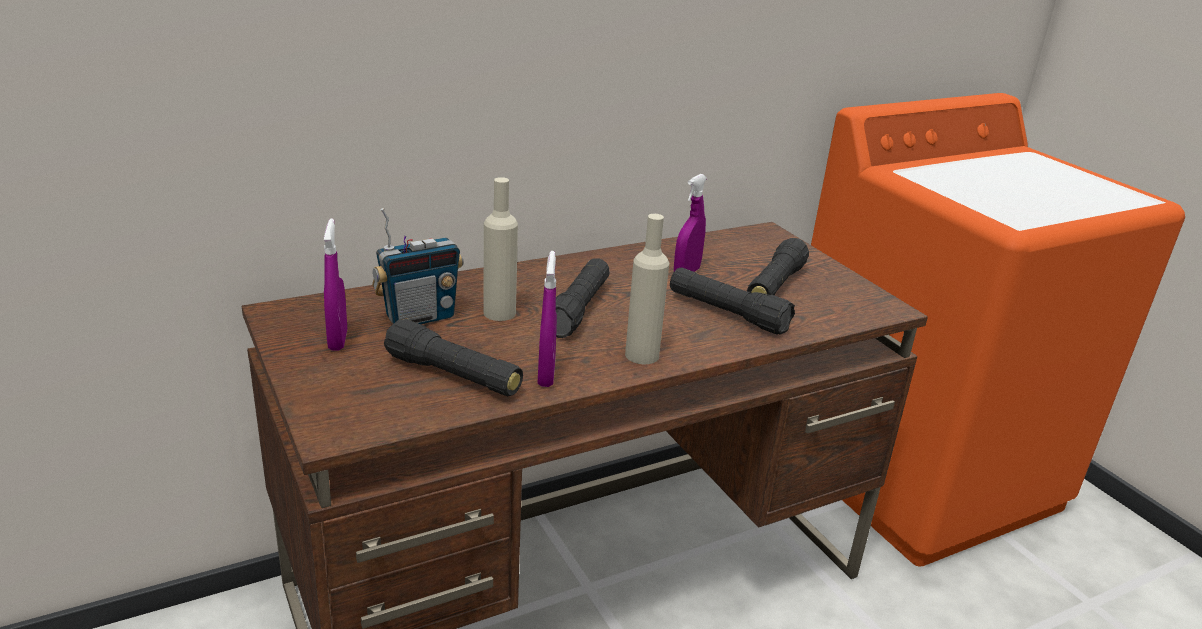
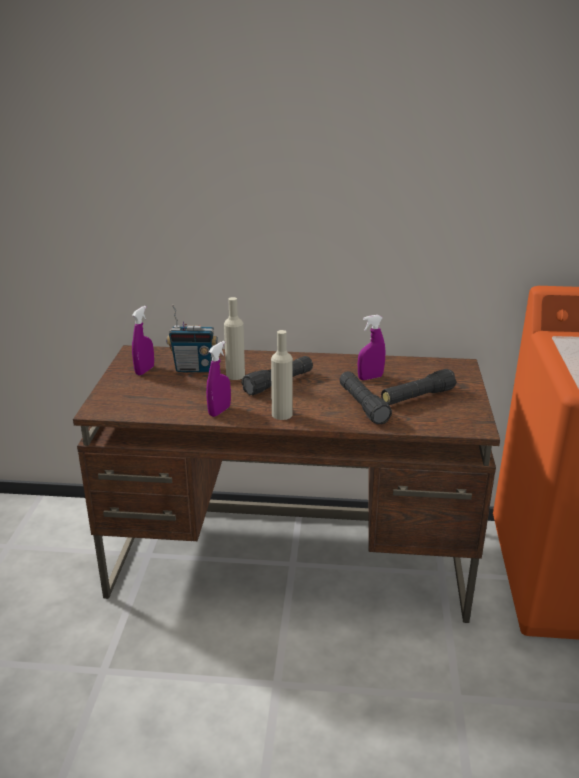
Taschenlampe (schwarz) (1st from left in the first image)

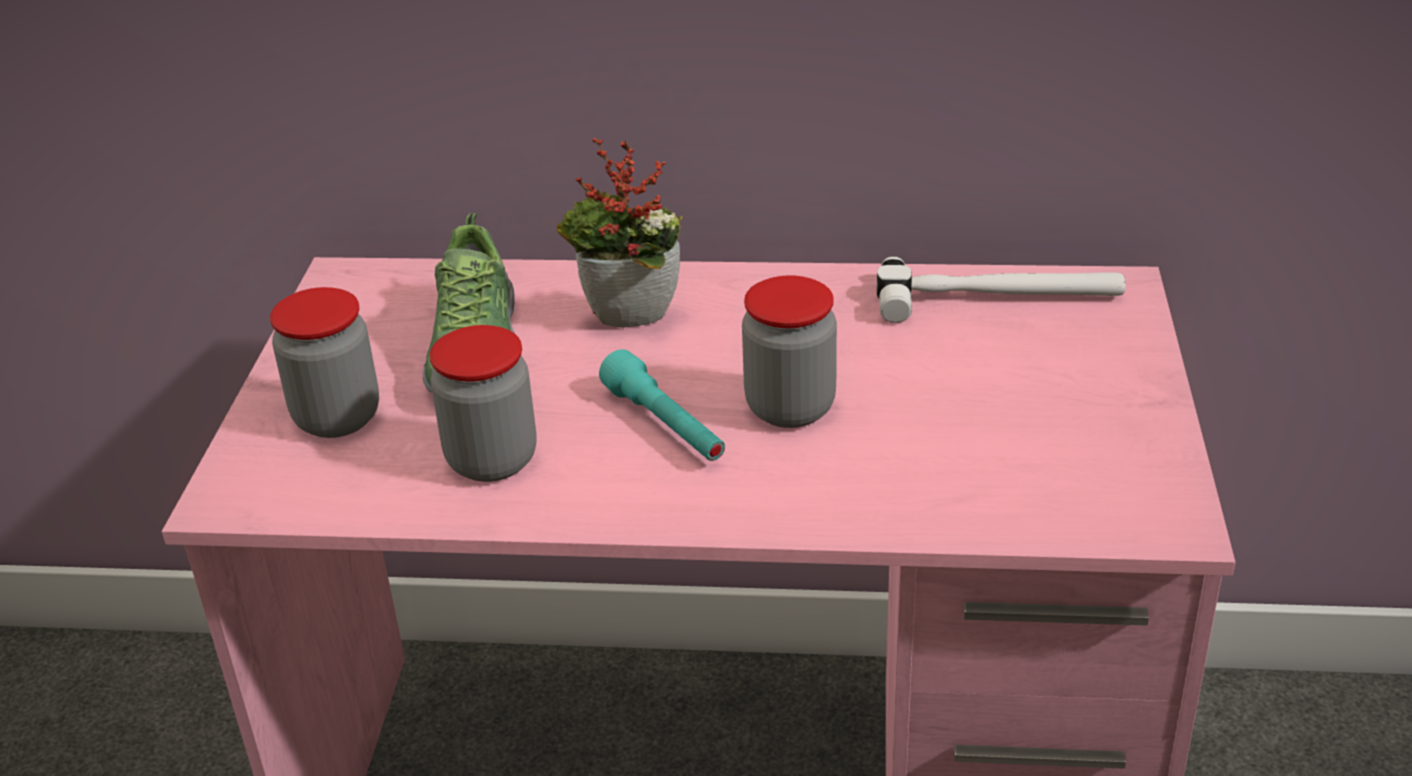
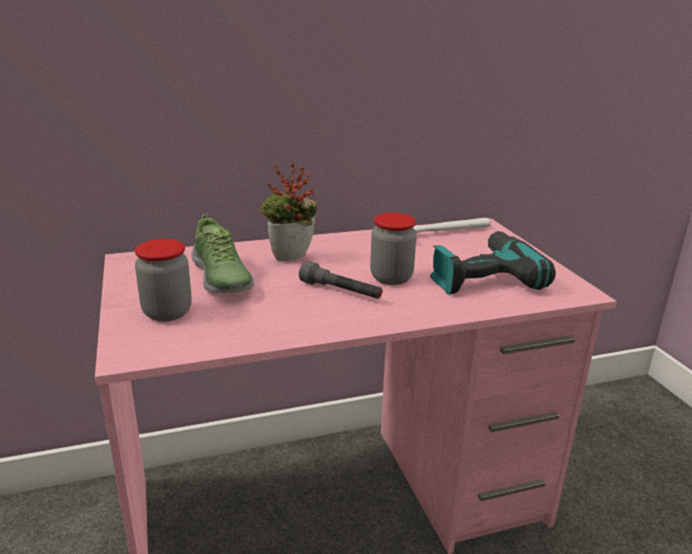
Taschenlampe (grau)
Bohrmaschine
Vorratsglas (2nd from left in the first image)

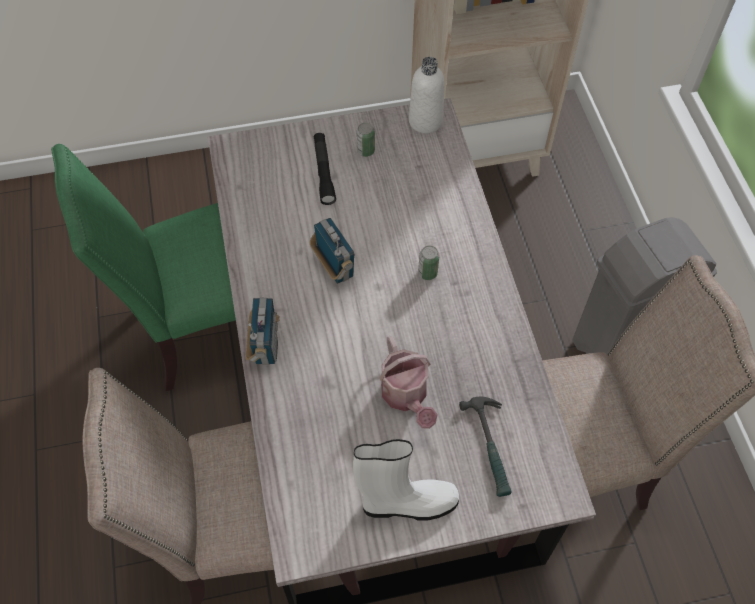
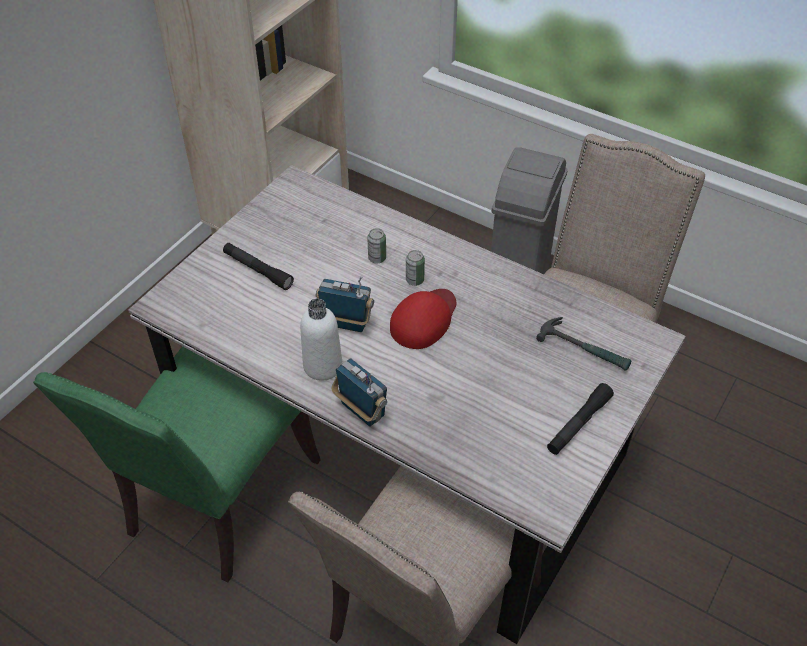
Flasche (weiß)
Dose (1st from left)
Kappe (rot)
Taschenlampe (schwarz) (2nd from left)
Gießkanne

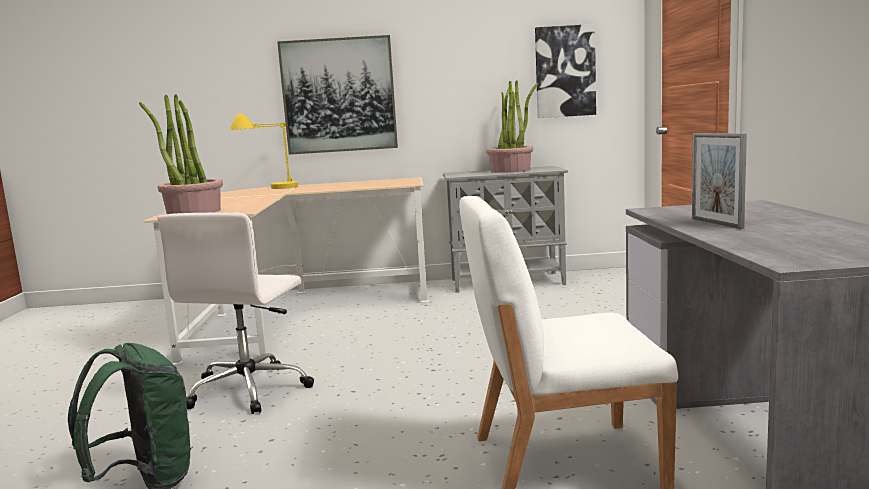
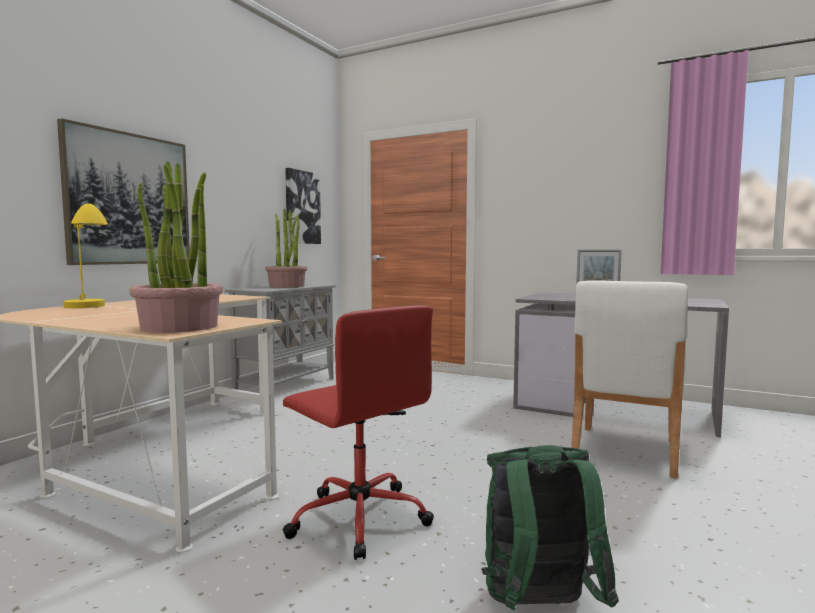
Bürostuhl (rot)

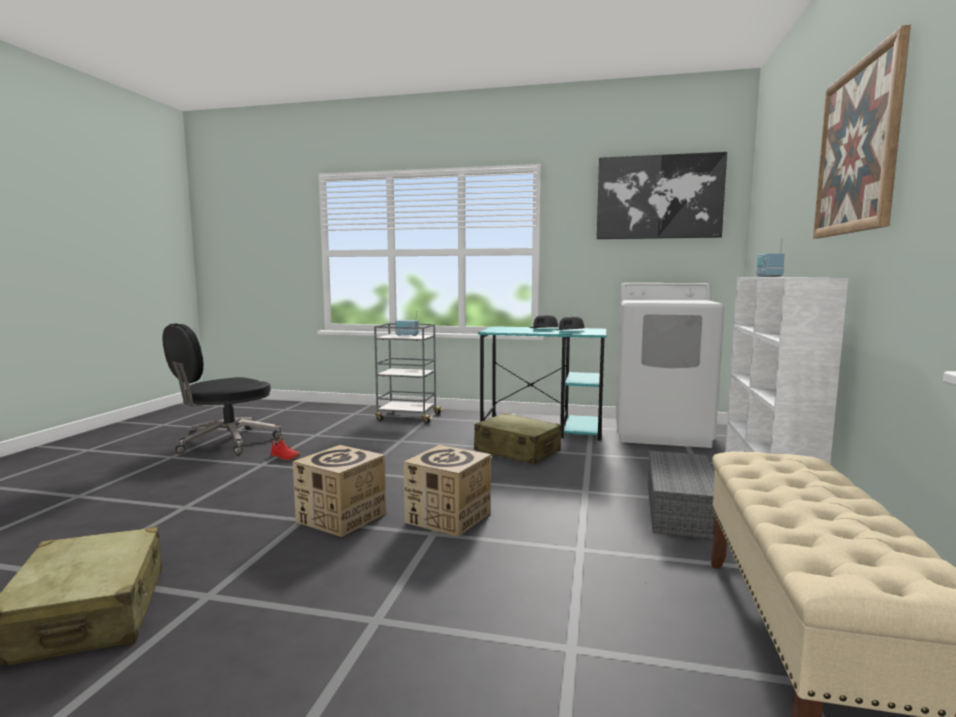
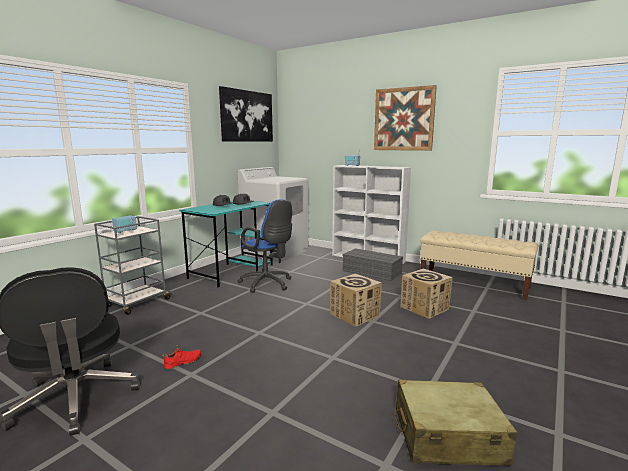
Bürostuhl (blau)
Karton (2nd from left)

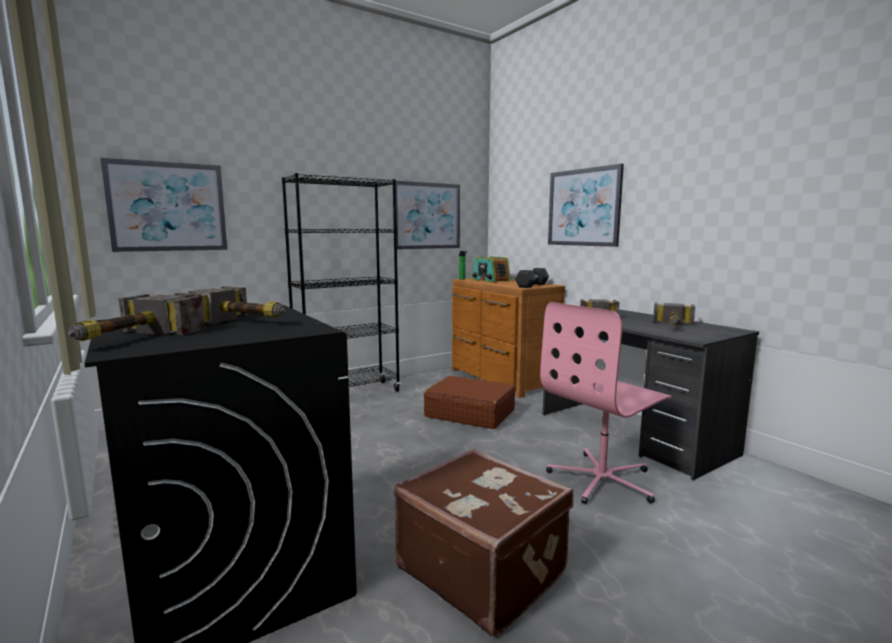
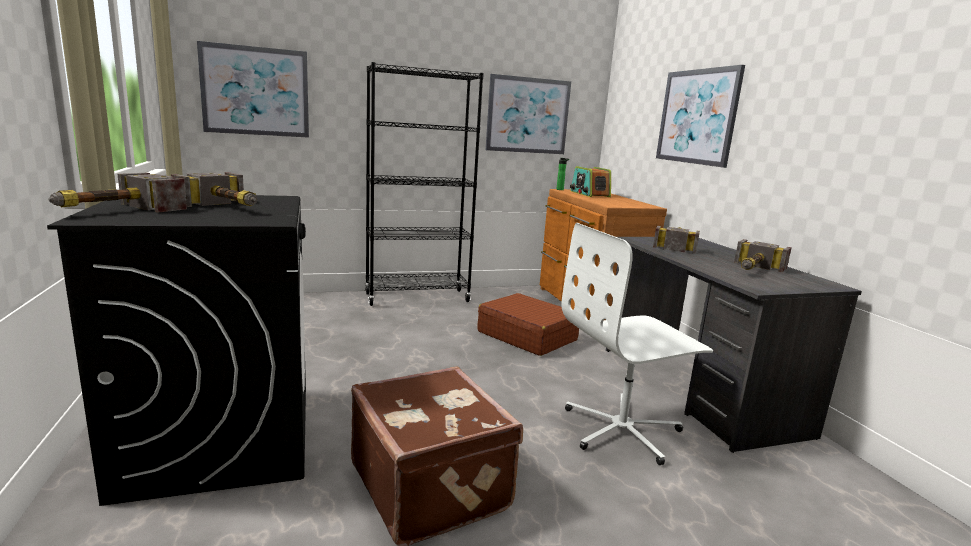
Bürostuhl (weiß)
Hantel (schwarz)

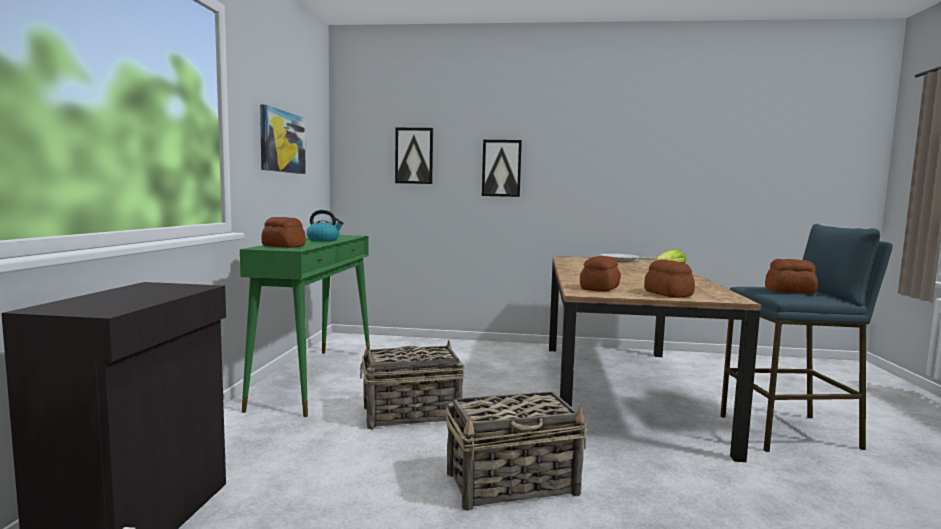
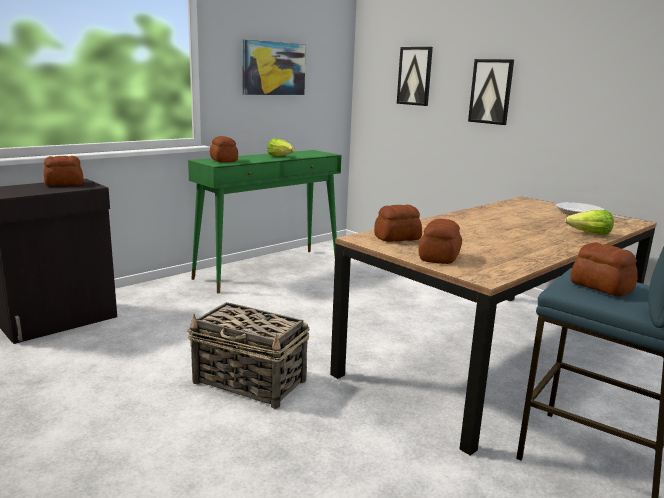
Brot (1st from left)
Salatkopf (1st from left)
Korb (1st from left in the first image)

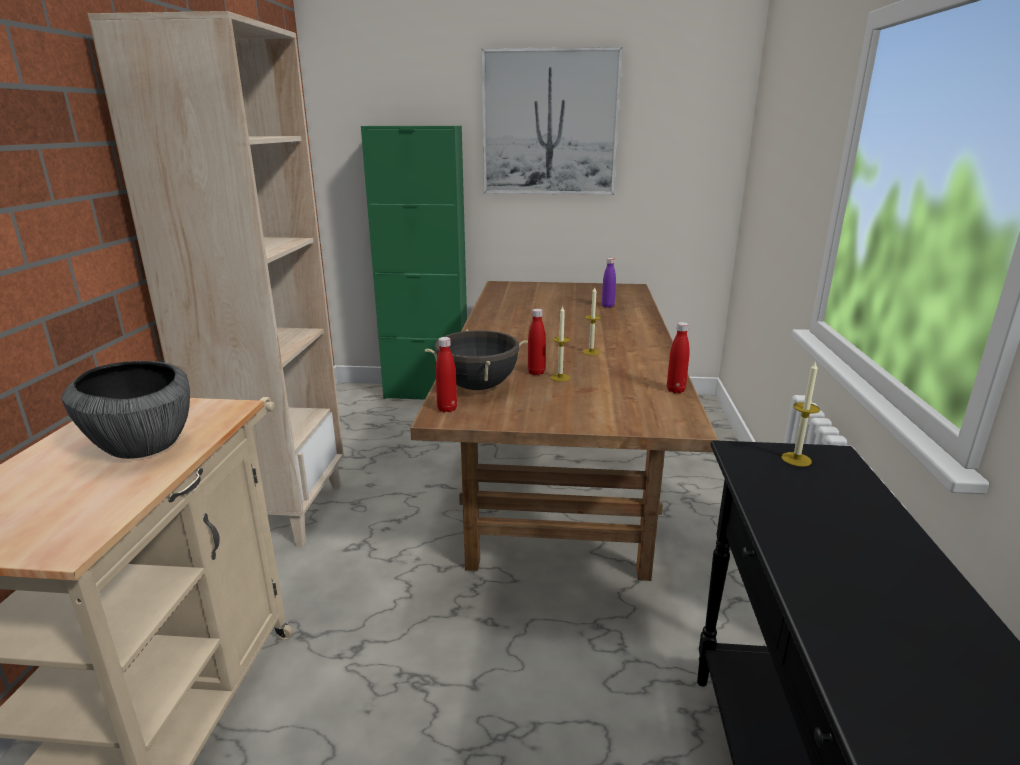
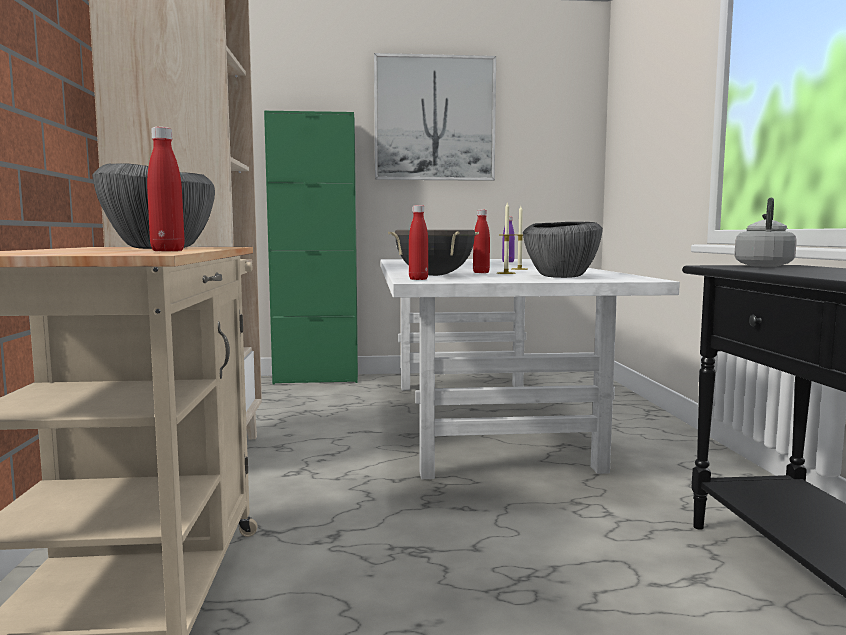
Flasche (rot) (1st from left)
Esstisch (weiß)
Schüssel (2nd from left)
Wasserkessel (grau)

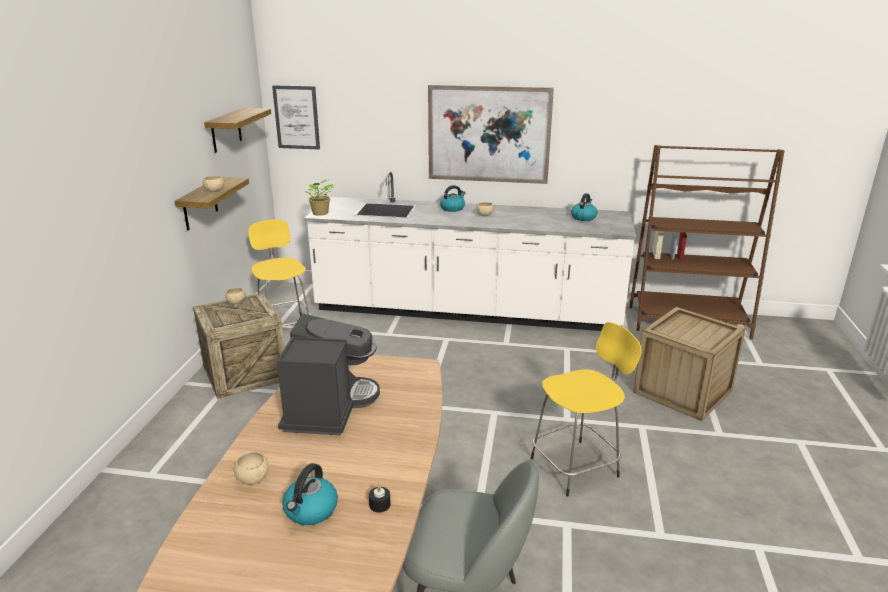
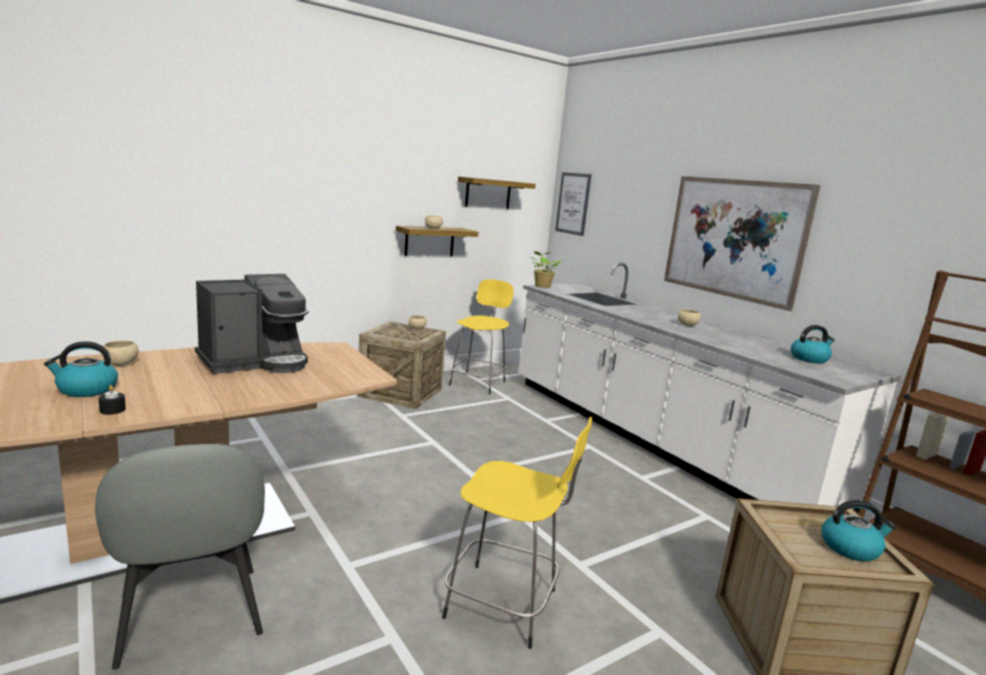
Wasserkessel (3rd from left)

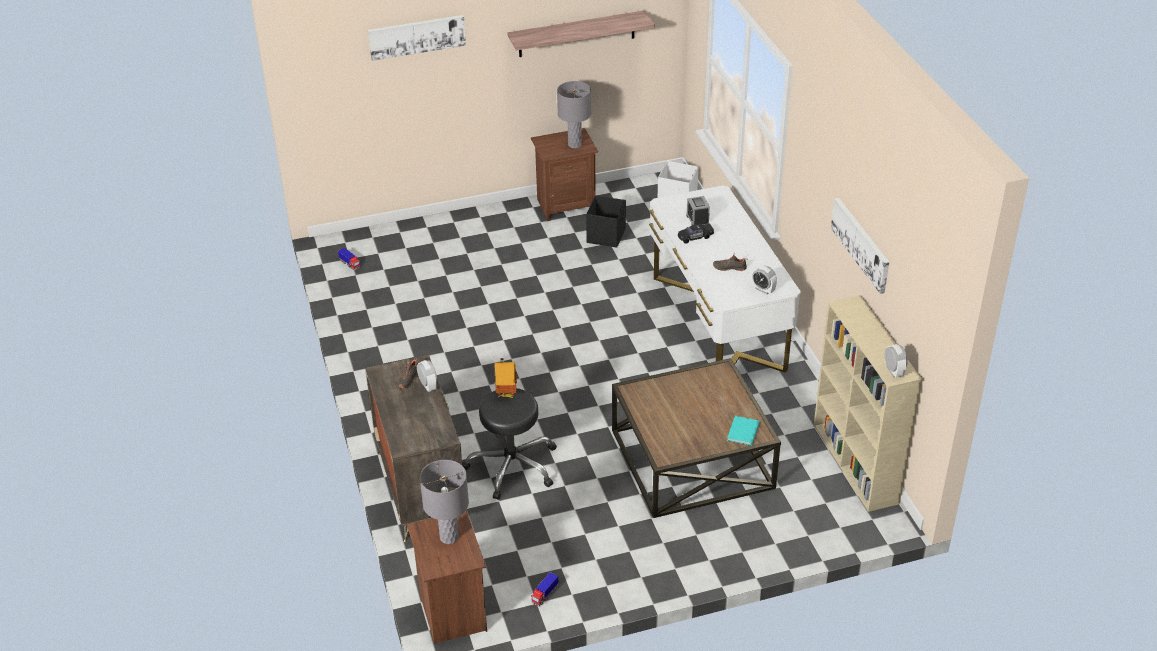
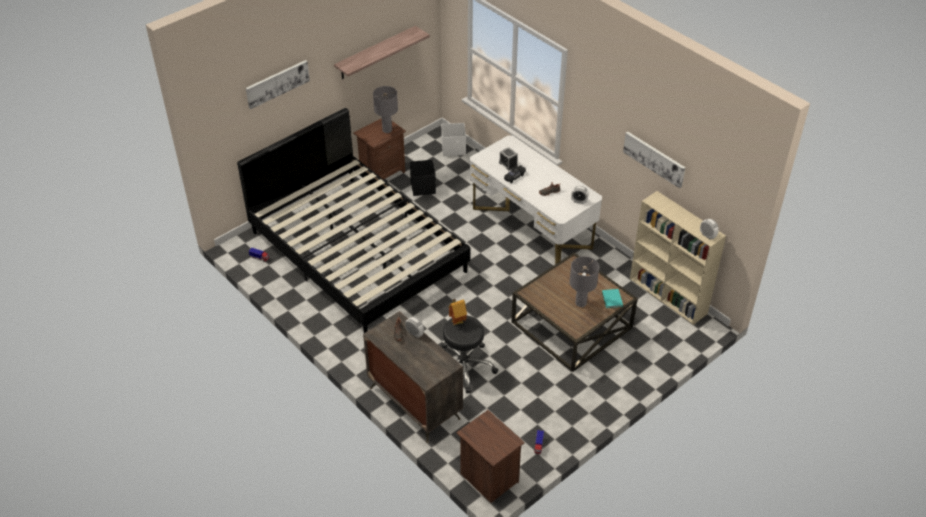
Bett (schwarz)
Tischlampe (grau) (2nd from left)

